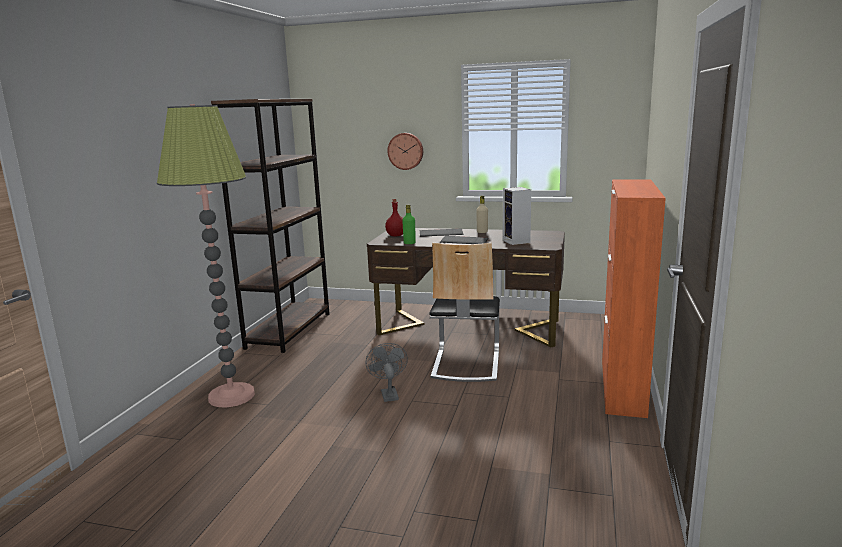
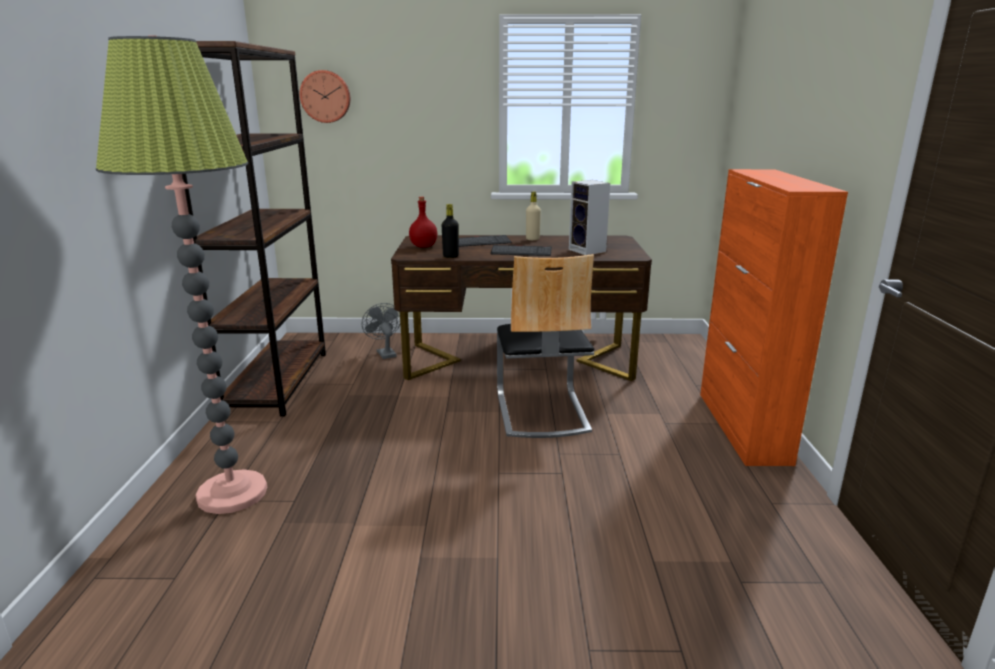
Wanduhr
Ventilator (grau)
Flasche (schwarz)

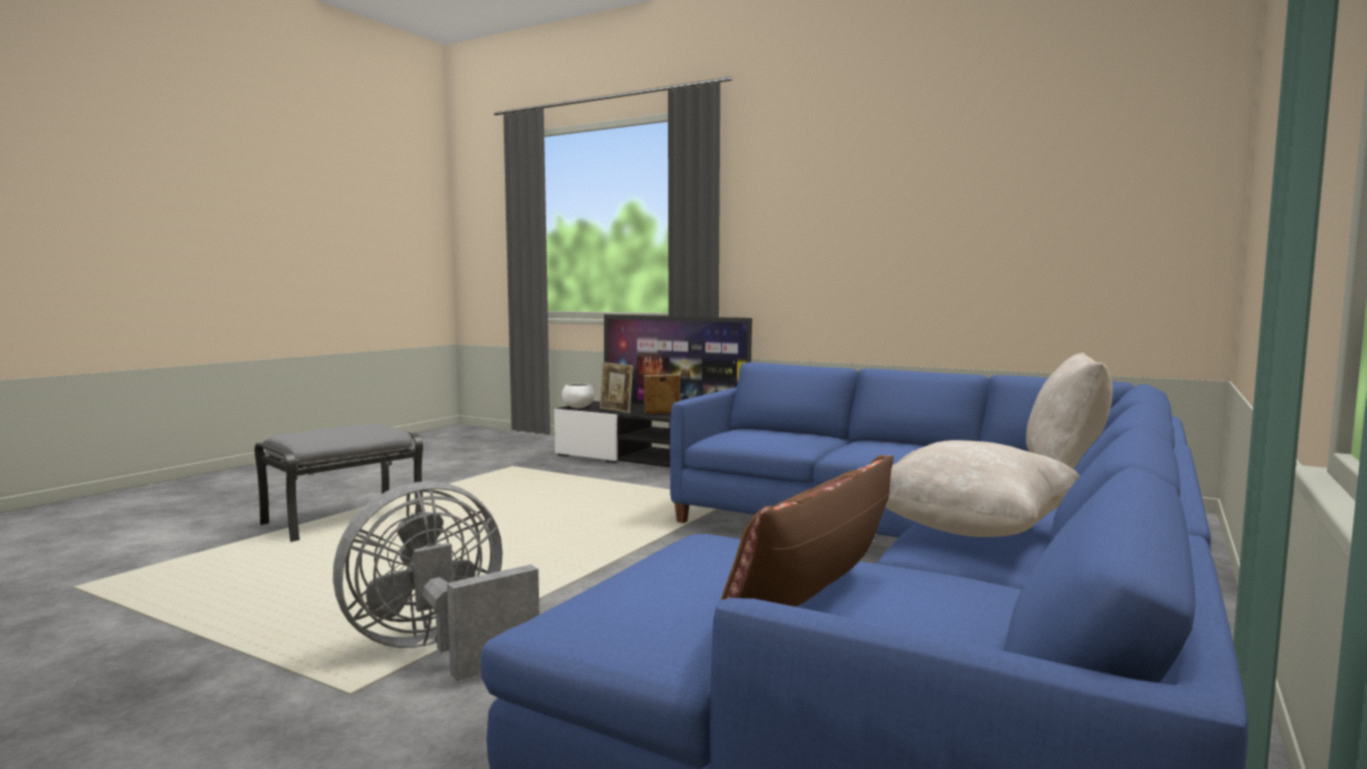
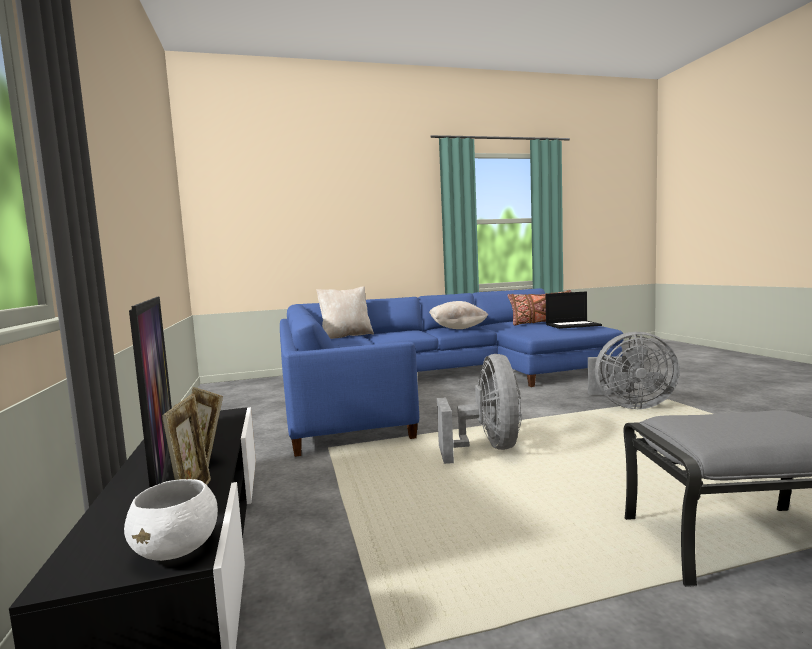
Ventilator (grau) (1st from left)
Laptop

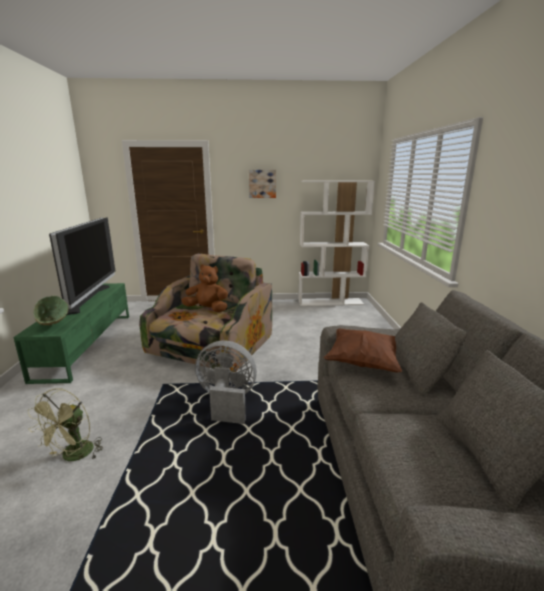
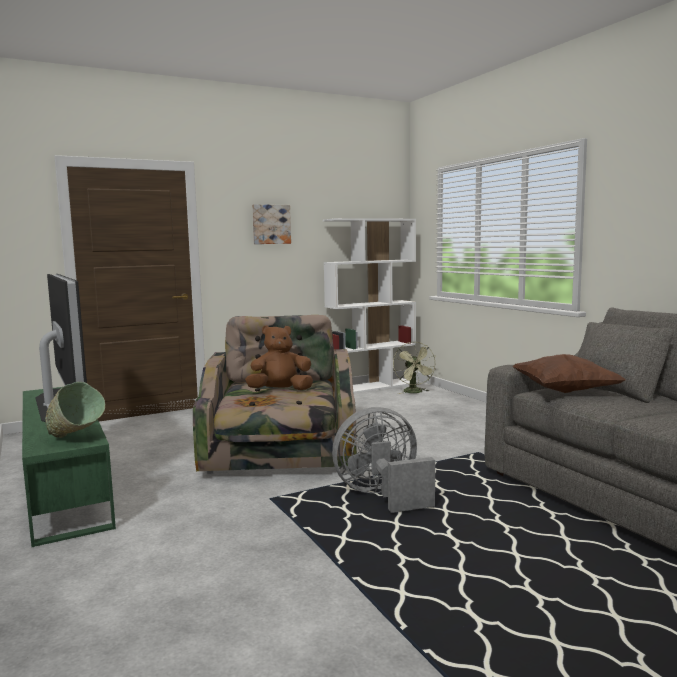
Ventilator (grün)

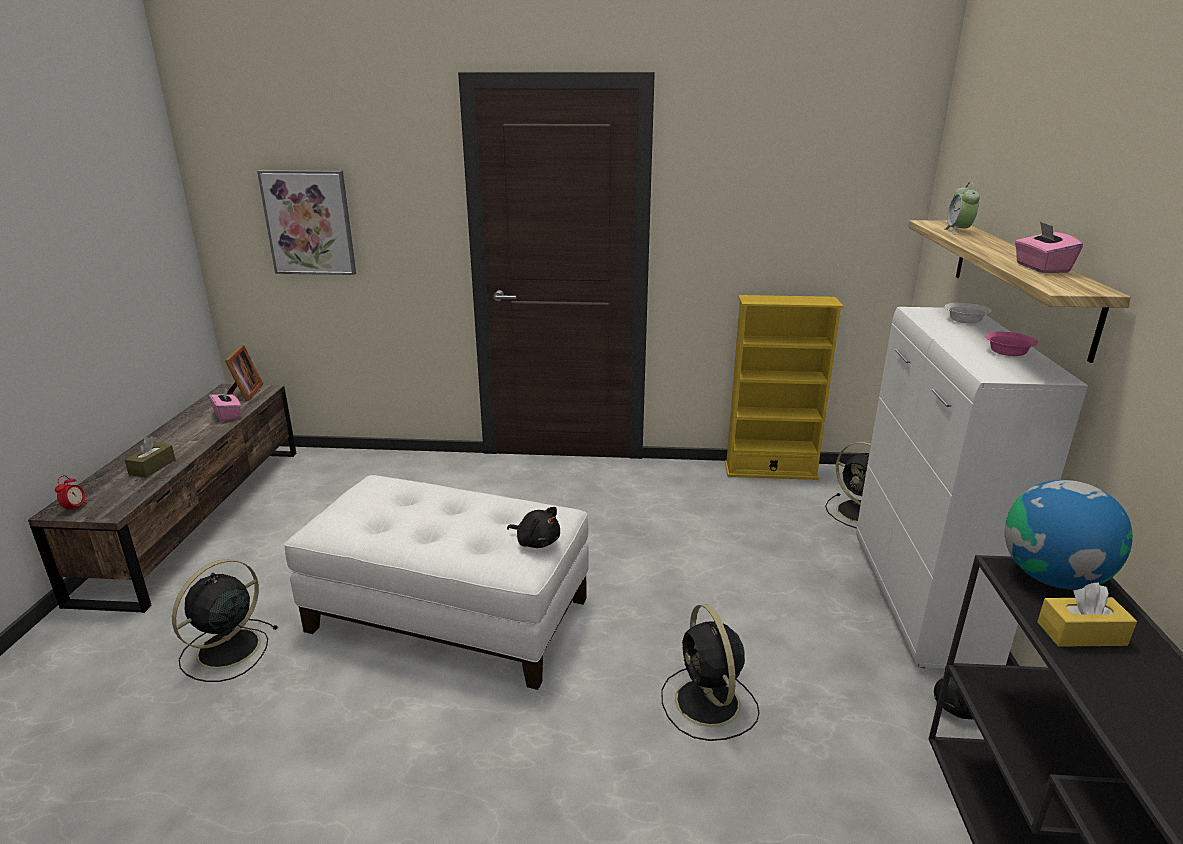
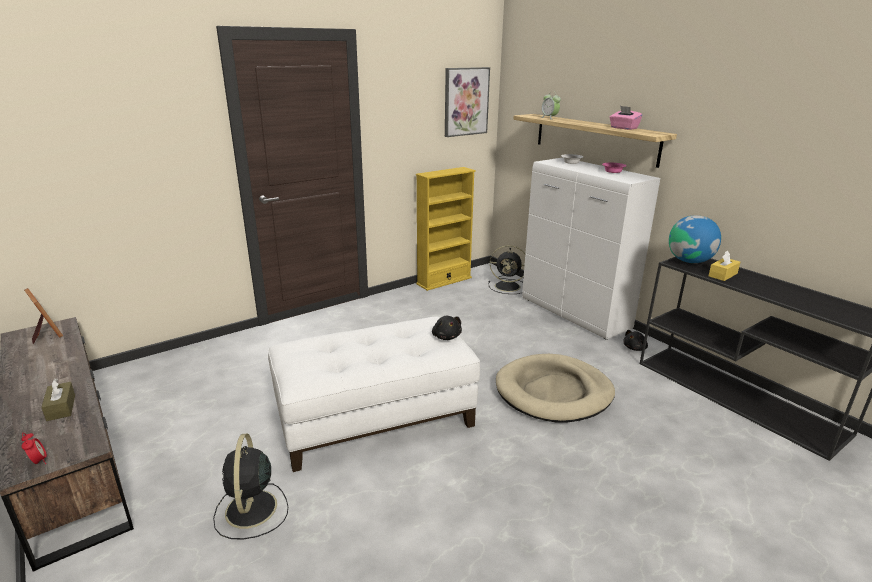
Plüschtier (schwarz) (1st from left)
Bild
Hundebett (beige)
Taschentuchbox (rosa) (1st from left in the first image)

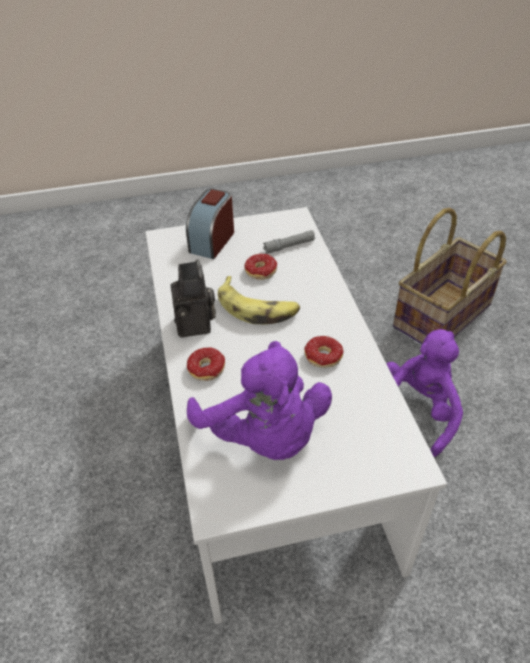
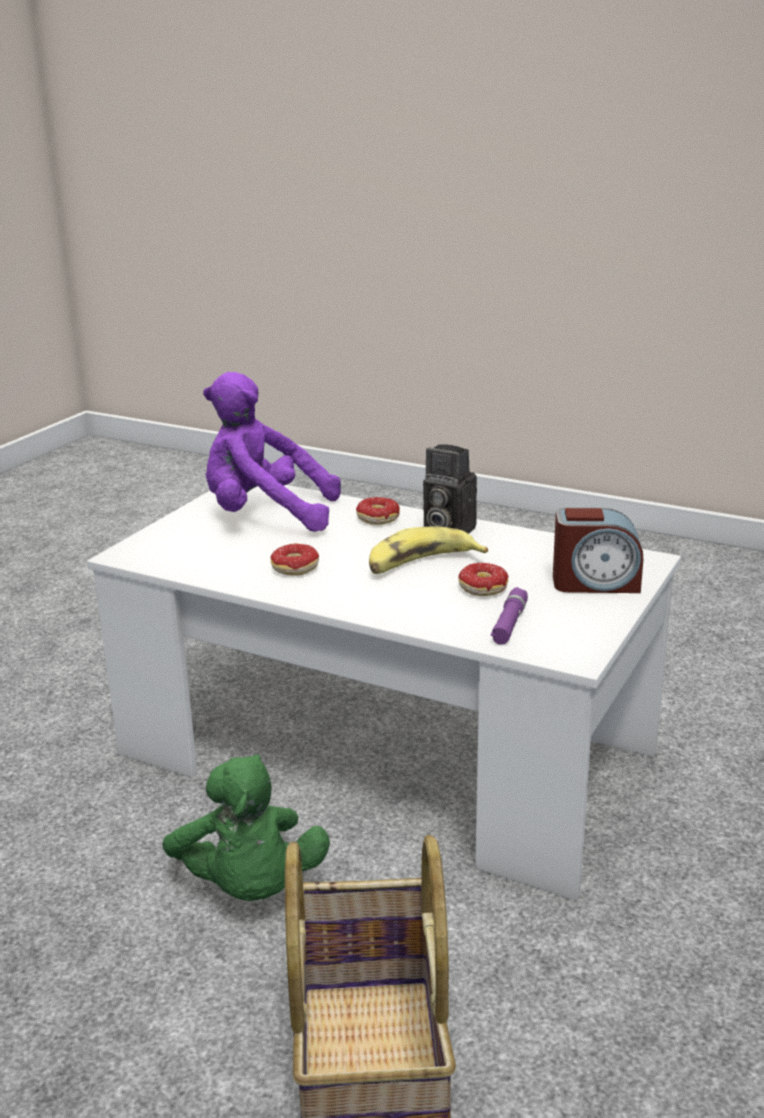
Plüschtier (grün)
Taschenlampe (lila)
Wecker

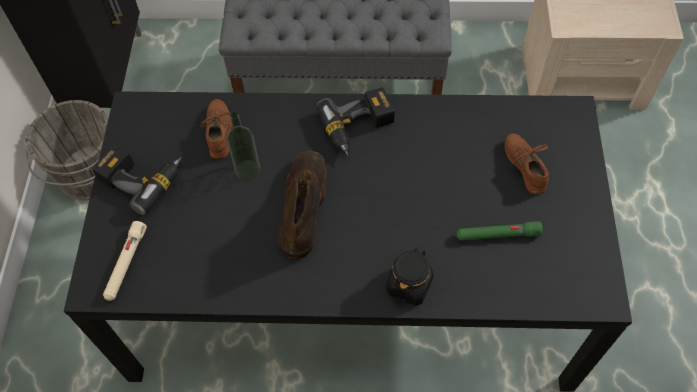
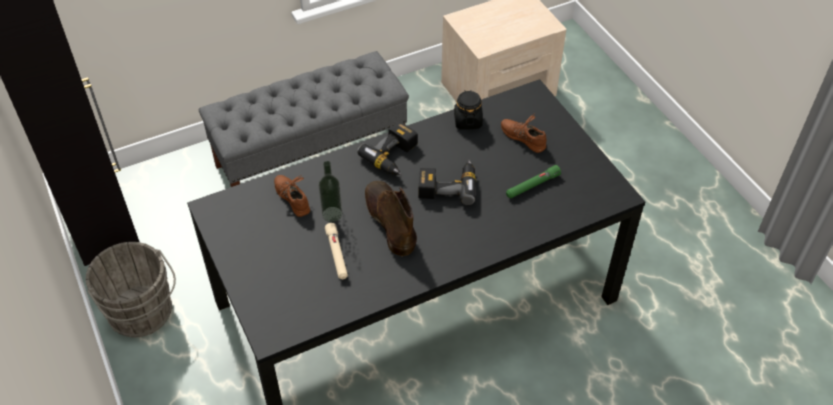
Taschenlampe (beige)
Bohrmaschine (2nd from left)
Vorratsglas (schwarz)

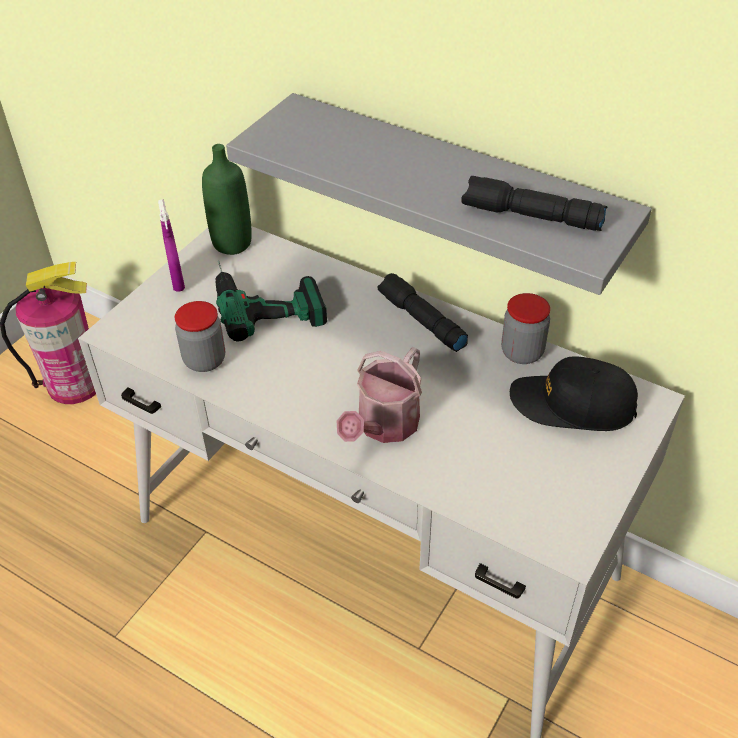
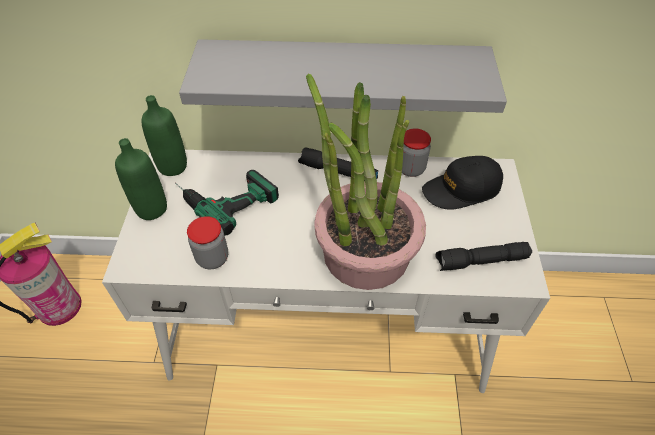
Flasche (grün) (1st from left)
Topfpflanze
Taschenlampe (schwarz) (2nd from left)

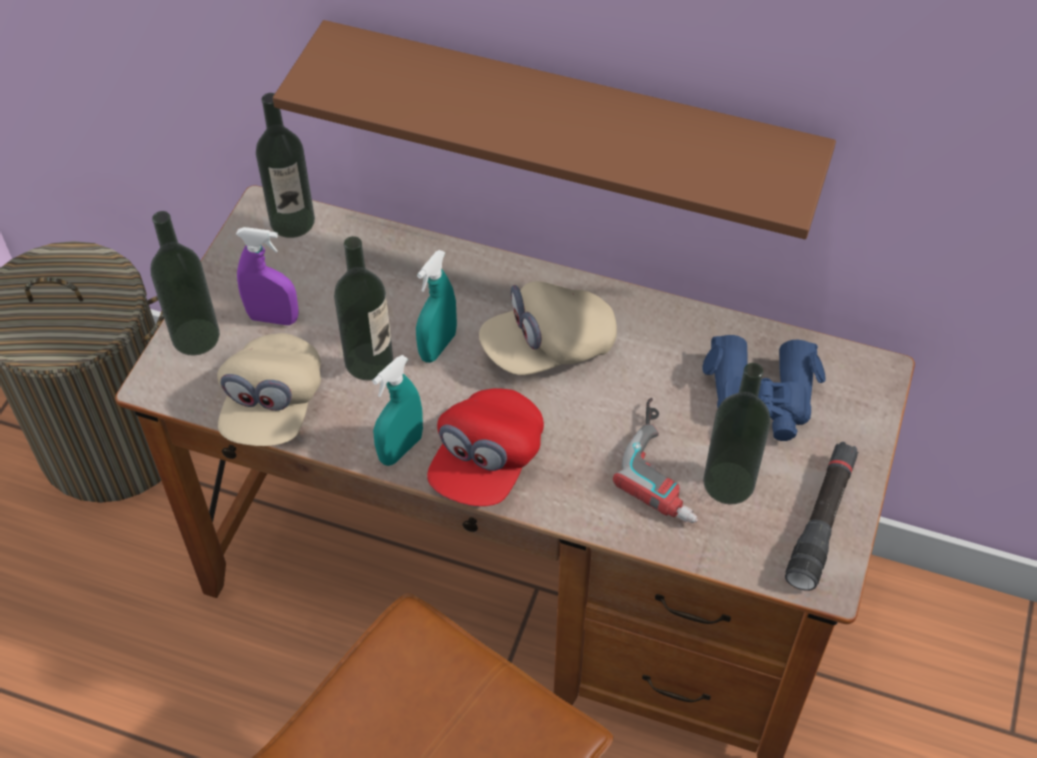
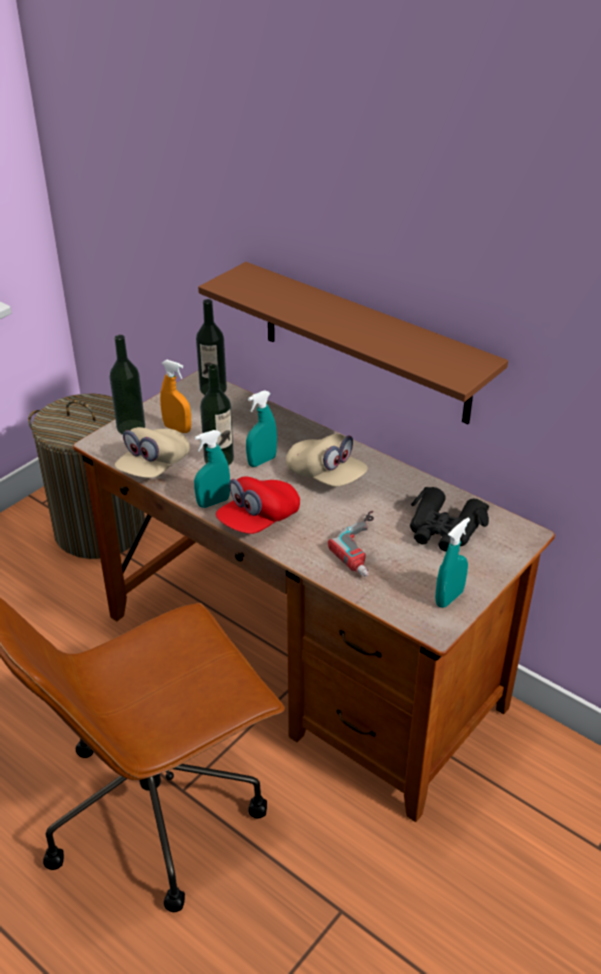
Sprühflasche (orange)
Kappe (beige) (2nd from left)
Fernglas (schwarz)
Sprühflasche (türkis) (3rd from left)
Flasche (4th from left in the first image)

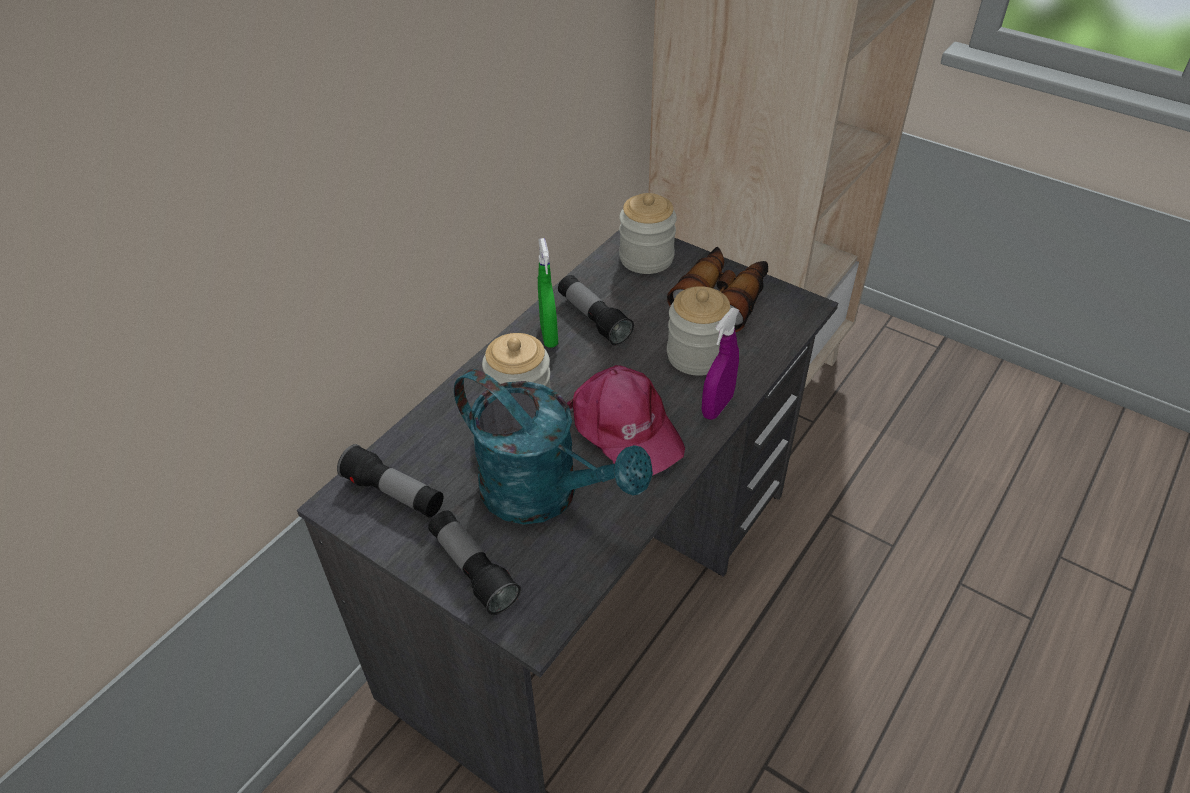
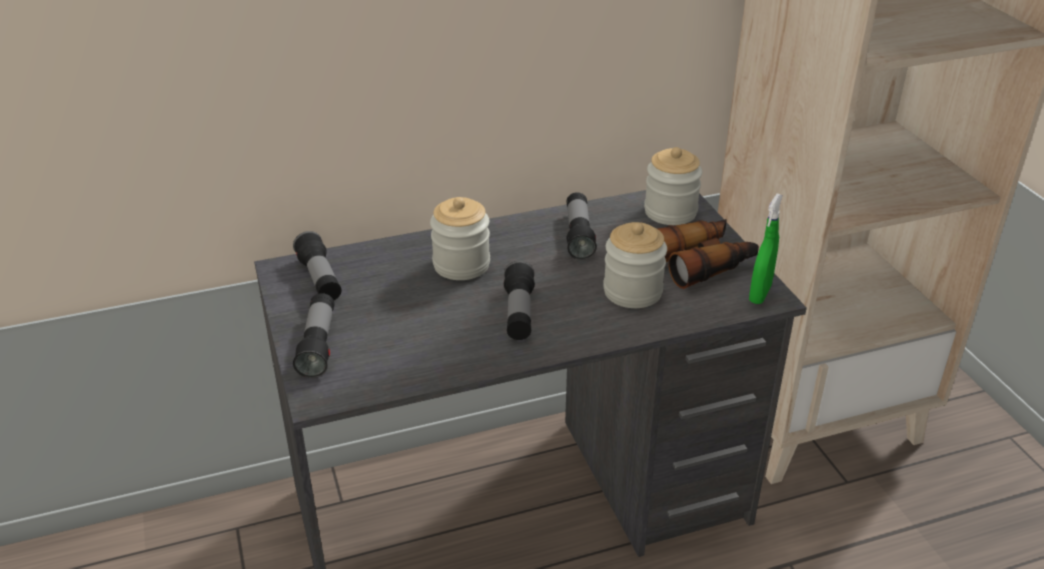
Taschenlampe (3rd from left)
Sprühflasche (grün)
Gießkanne (türkis)
Sprühflasche (lila)

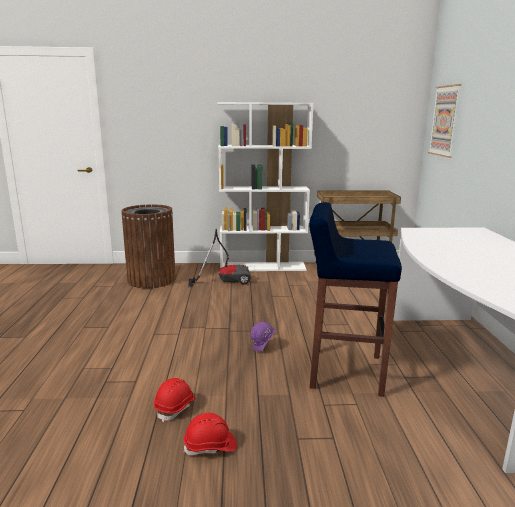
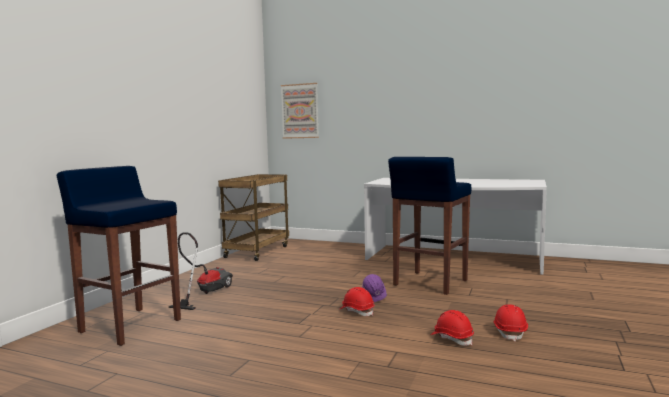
Hocker (blau) (1st from left)
Schutzhelm (rot) (1st from left)
Bücherregal (weiß)

